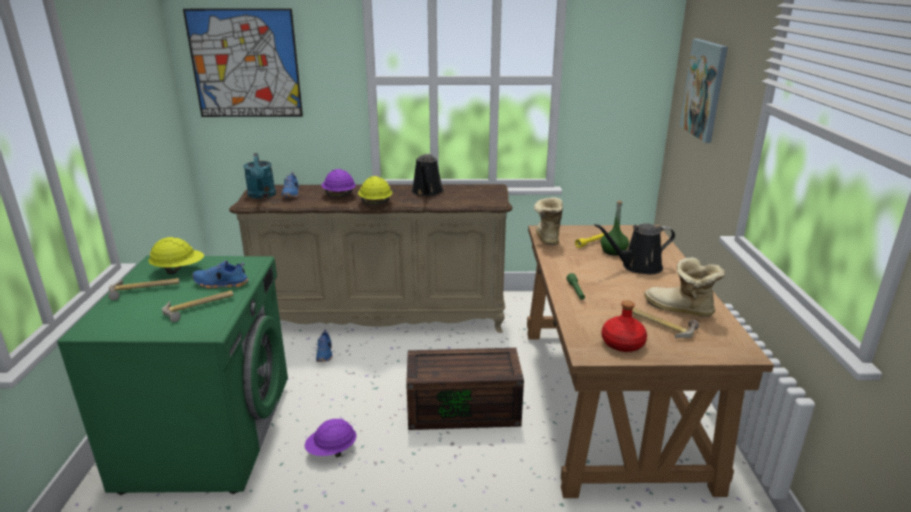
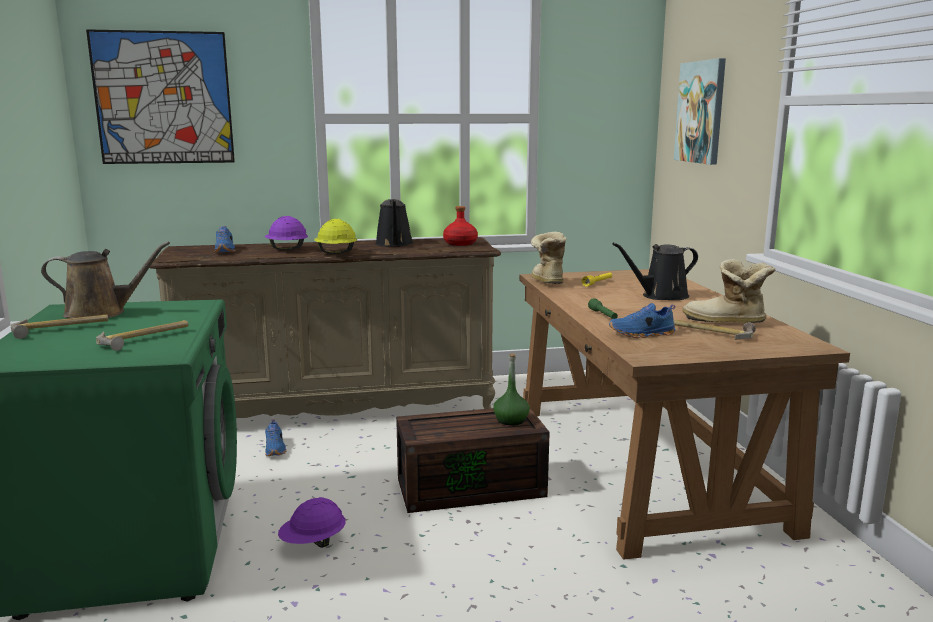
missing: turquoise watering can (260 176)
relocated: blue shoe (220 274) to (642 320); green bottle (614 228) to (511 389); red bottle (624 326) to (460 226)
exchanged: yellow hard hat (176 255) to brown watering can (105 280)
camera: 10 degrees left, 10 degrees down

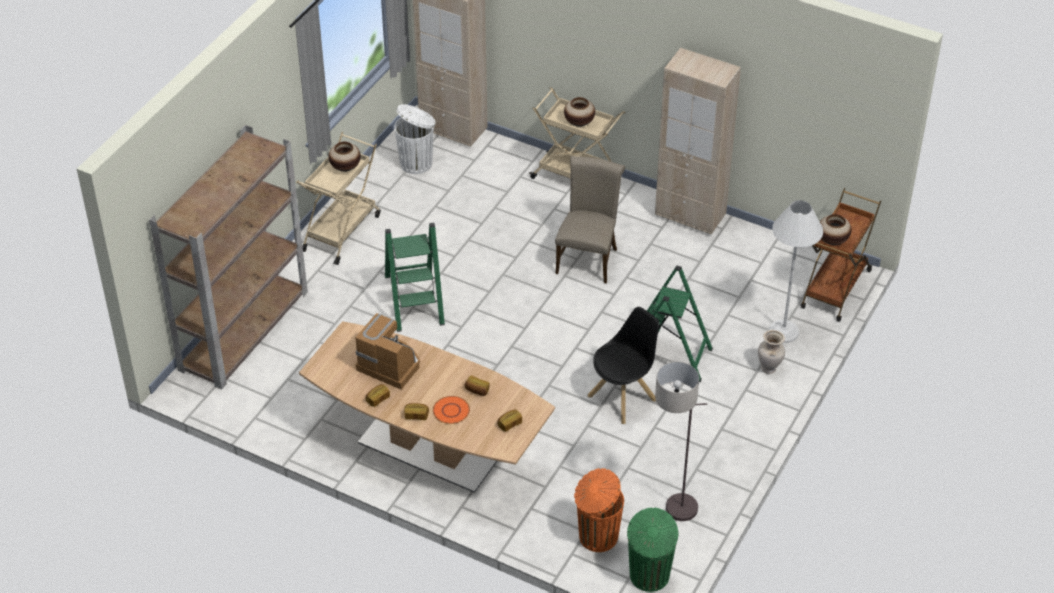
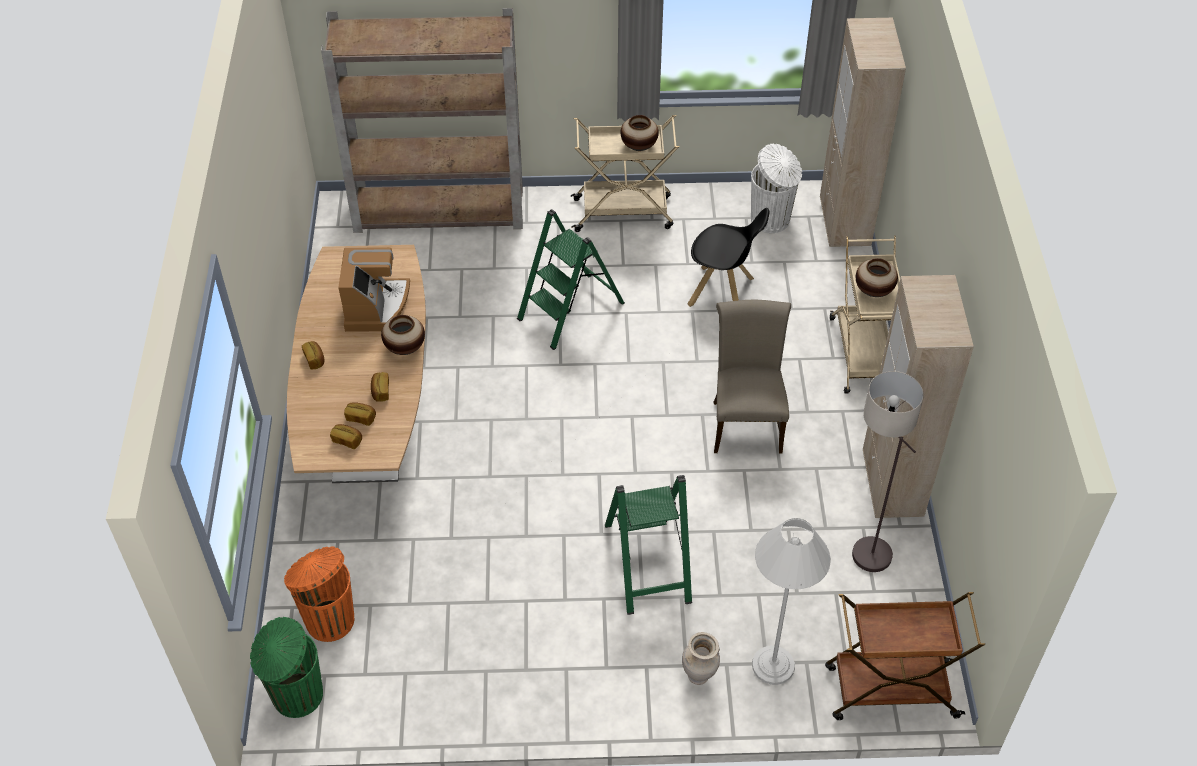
missing: orange plate (451 410)
relocated: bread (378 395) to (360 414); black chair (624 365) to (728 257); grey floor lamp (681 441) to (888 471); vase (836 229) to (403 335)
spun: beige chair (590 219) = (752 376) 75 degrees counterclockwise
camera: 60 degrees right, 5 degrees up

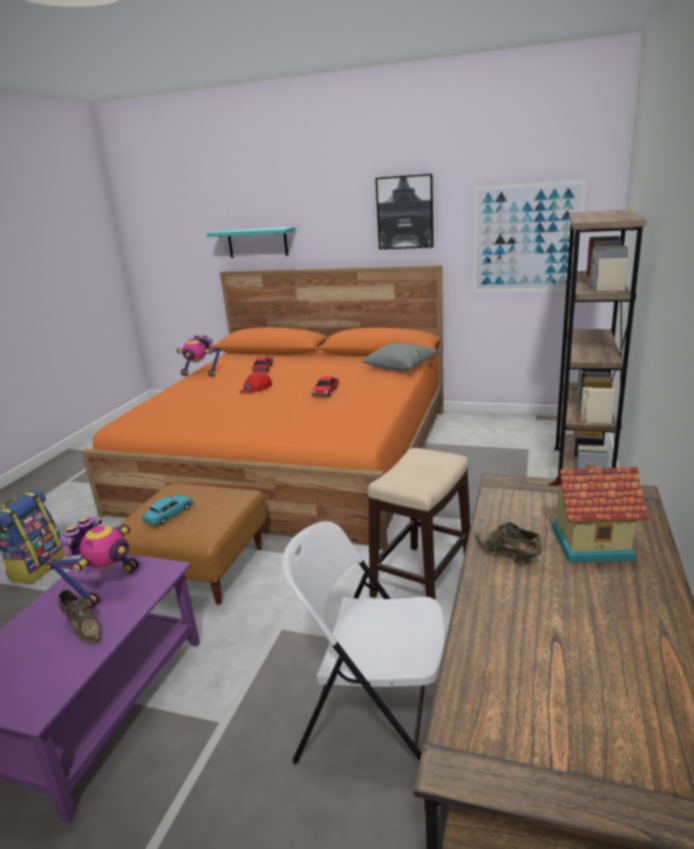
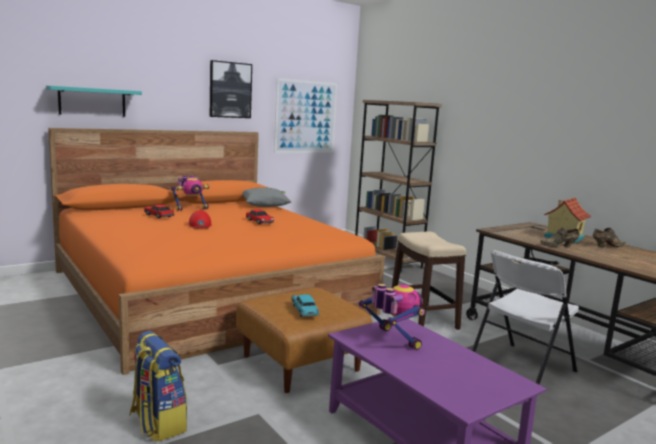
relocated: brown shoe (80 616) to (609 237); toy robot (199 356) to (190 193)
camera: 55 degrees left, 10 degrees down

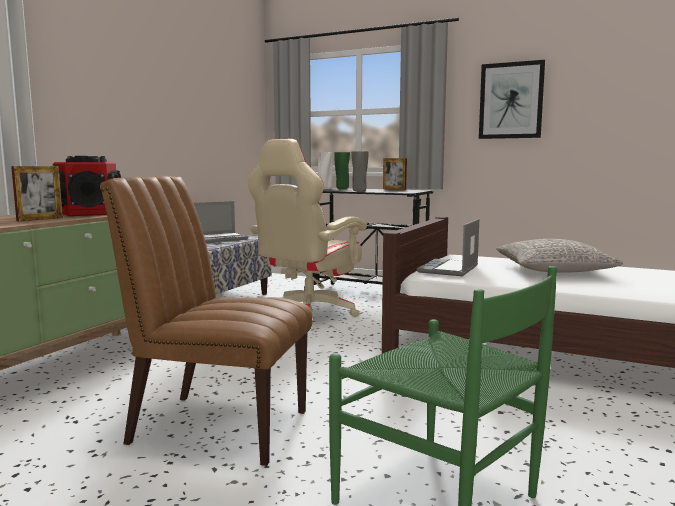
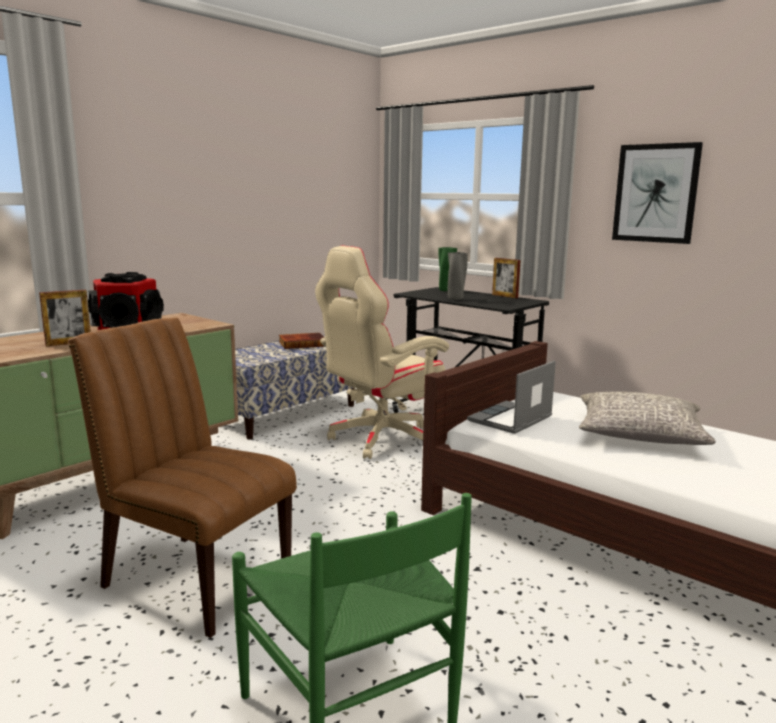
missing: white vase (325 170)
exchanged: laptop (221 222) to book (302 341)
camera: 15 degrees right, 5 degrees up

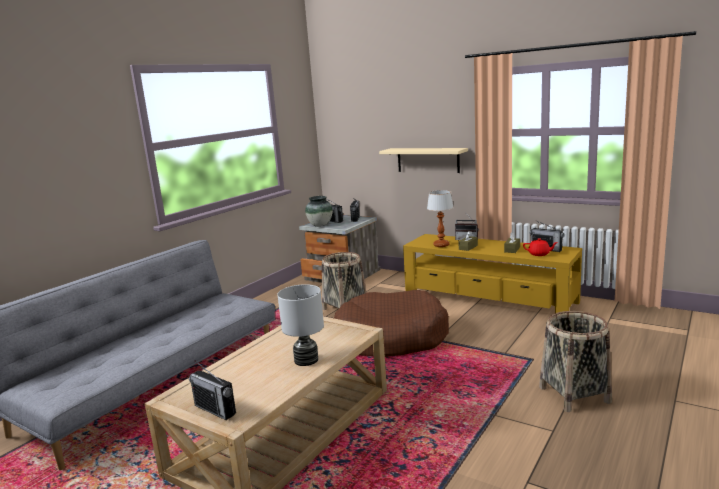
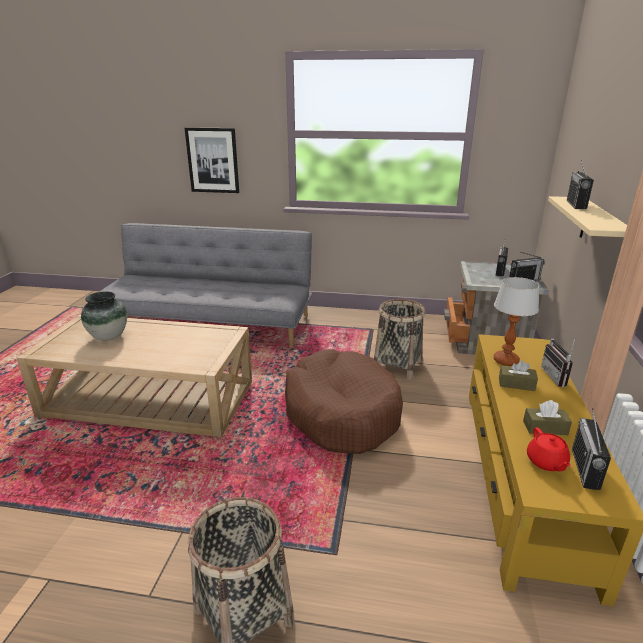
missing: grey table lamp (300 325)
appeared: picture (212 160)
relocated: radio (212 390) to (580 184); vase (319 211) to (104 316)
camera: 65 degrees right, 10 degrees up

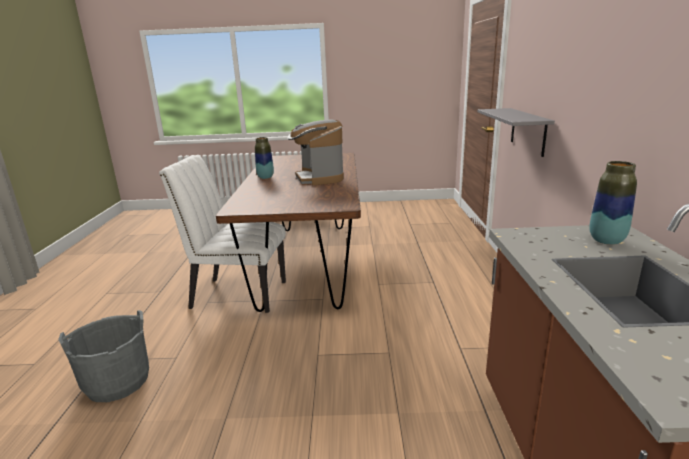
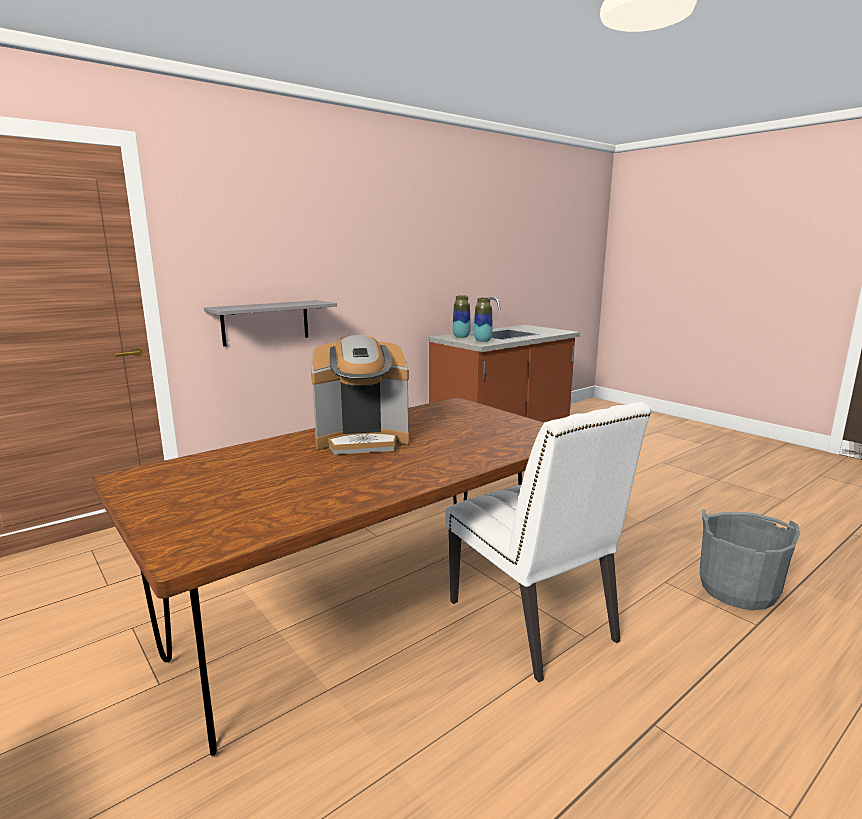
relocated: vase (264 158) to (483 320)
spun: coffee machine (315 152) = (360 395) 45 degrees clockwise
camera: 130 degrees left, 5 degrees down

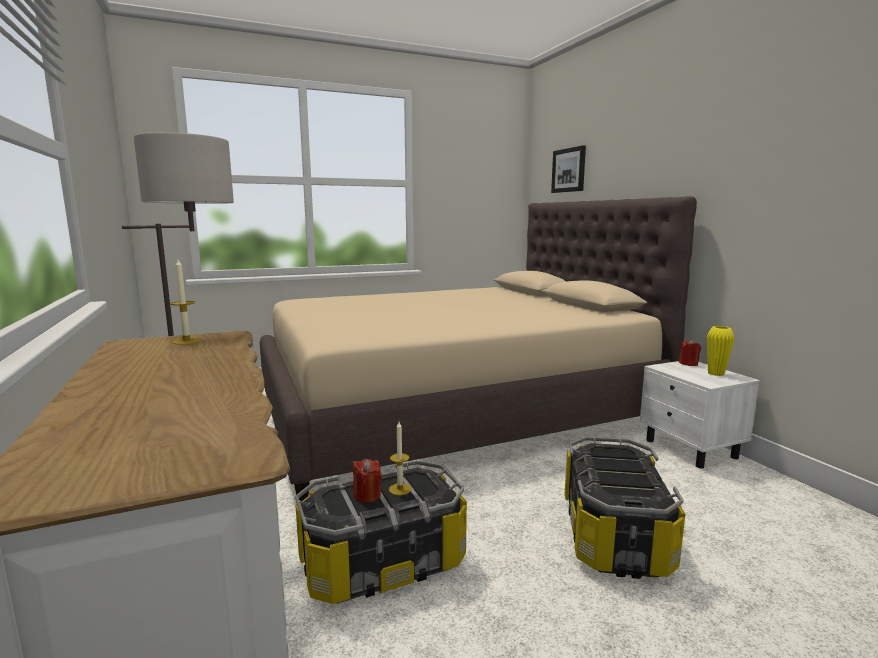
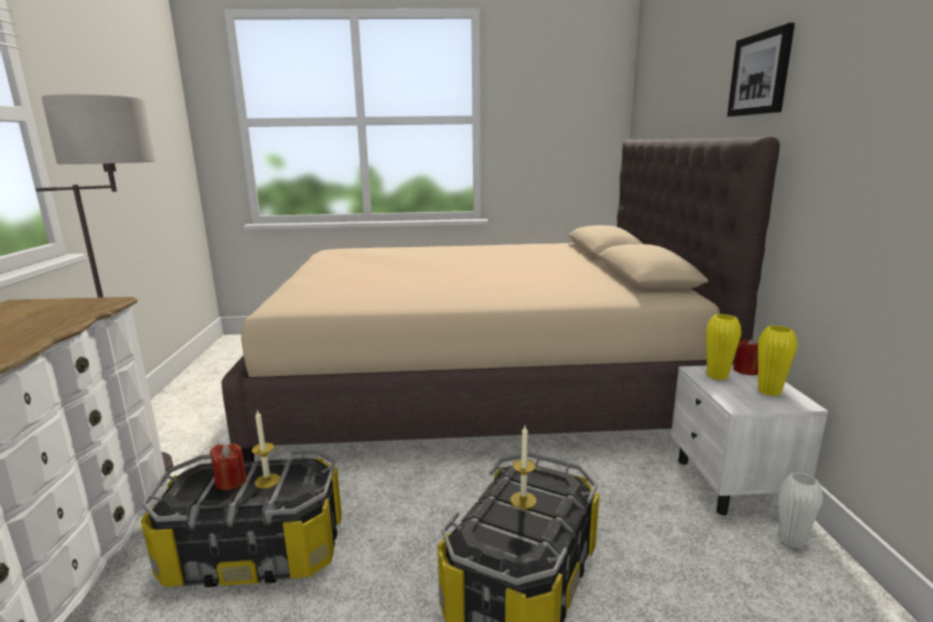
appeared: yellow vase (724 347); white vase (801 510)
relocated: candle (185 302) to (523 467); picture (568 169) to (761 70)
camera: 20 degrees right, 5 degrees up

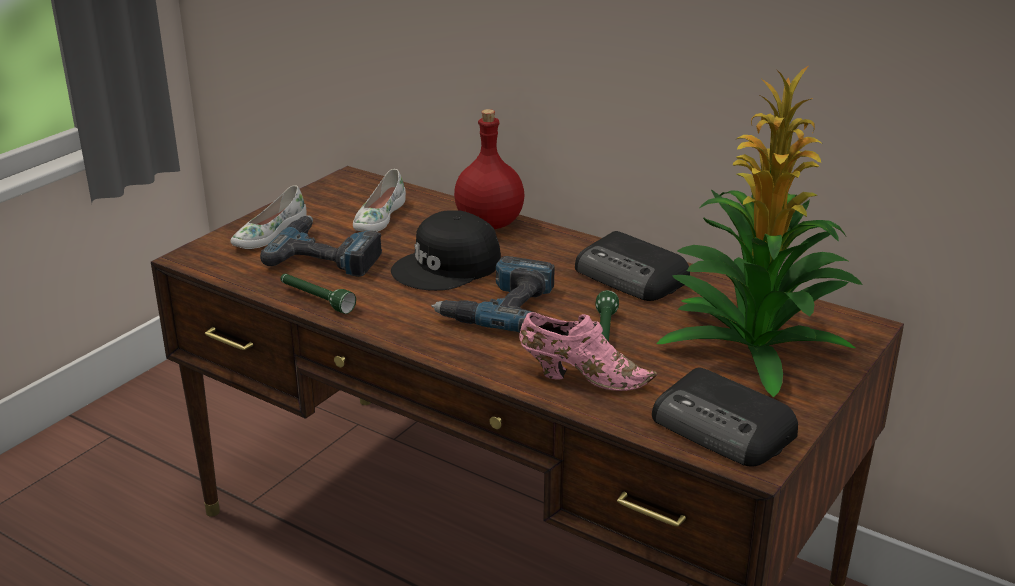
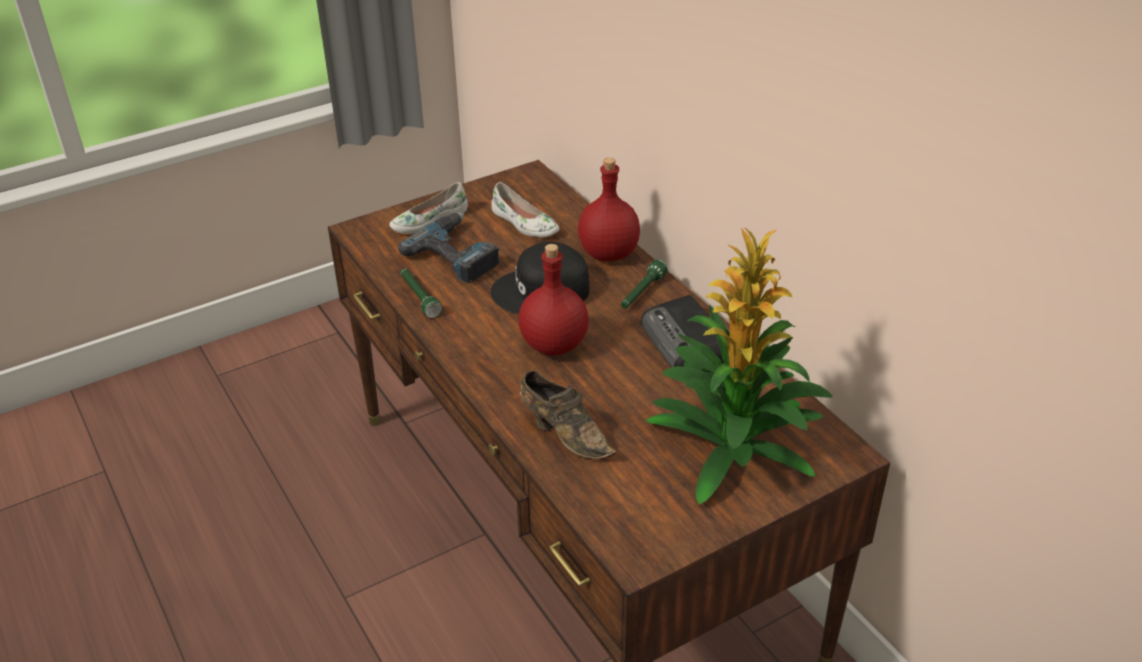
missing: radio (725 417)
relocated: green flashlight (607 316) to (644 284)
exchanged: power drill (493 294) to red bottle (553 300)
colour: pink shoe (588 351) to brown shoe (568 415)
spun: white shoe (379 200) = (525 209) 90 degrees counterclockwise
camera: 25 degrees right, 10 degrees up

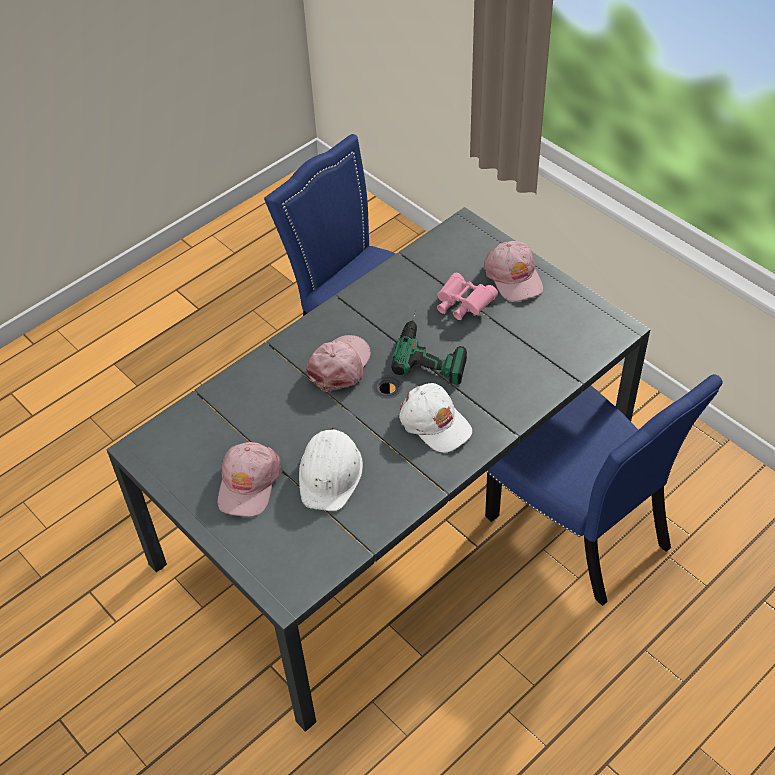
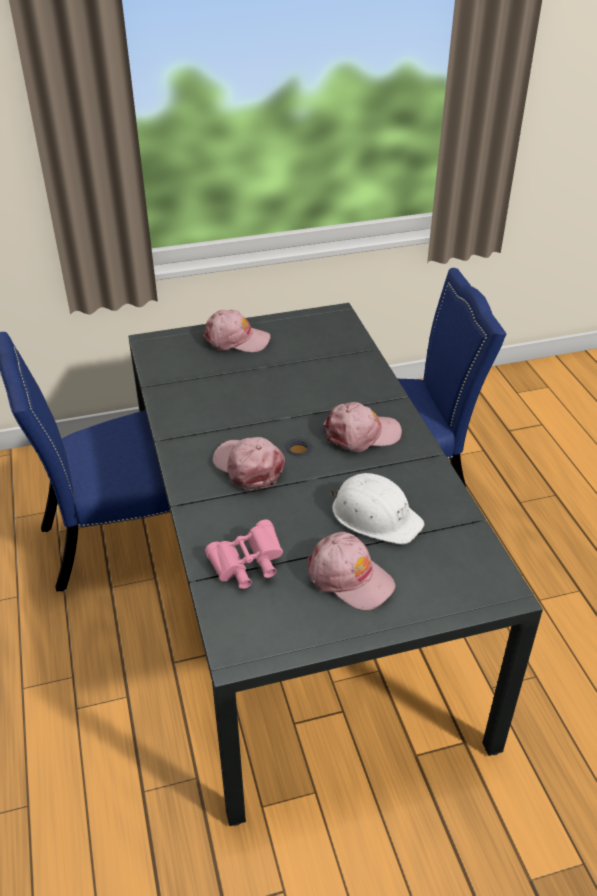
missing: power drill (429 348)
relocated: pink binoculars (467 296) to (244 554)
colour: white cap (435 418) to pink cap (362 427)
camera: 65 degrees left, 10 degrees down

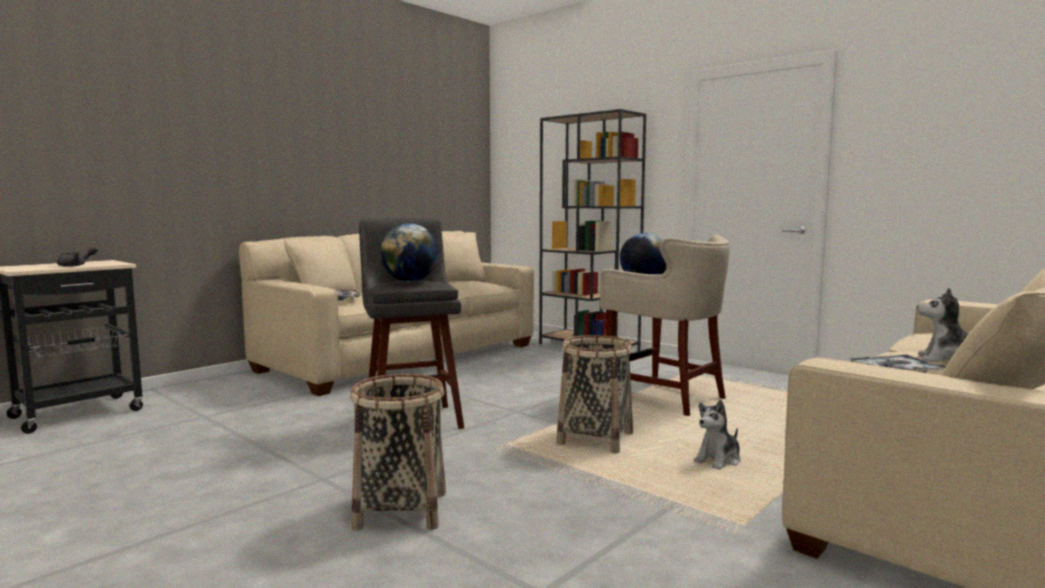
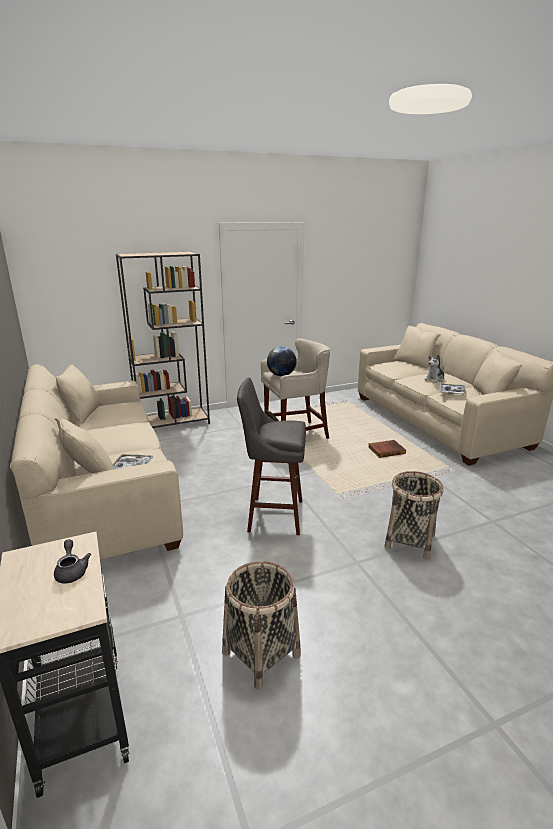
missing: globe (409 252)
relocated: basket (594 394) to (261 625)
exchanged: plush toy (717 435) to book (387 449)
camera: 65 degrees left, 15 degrees up

